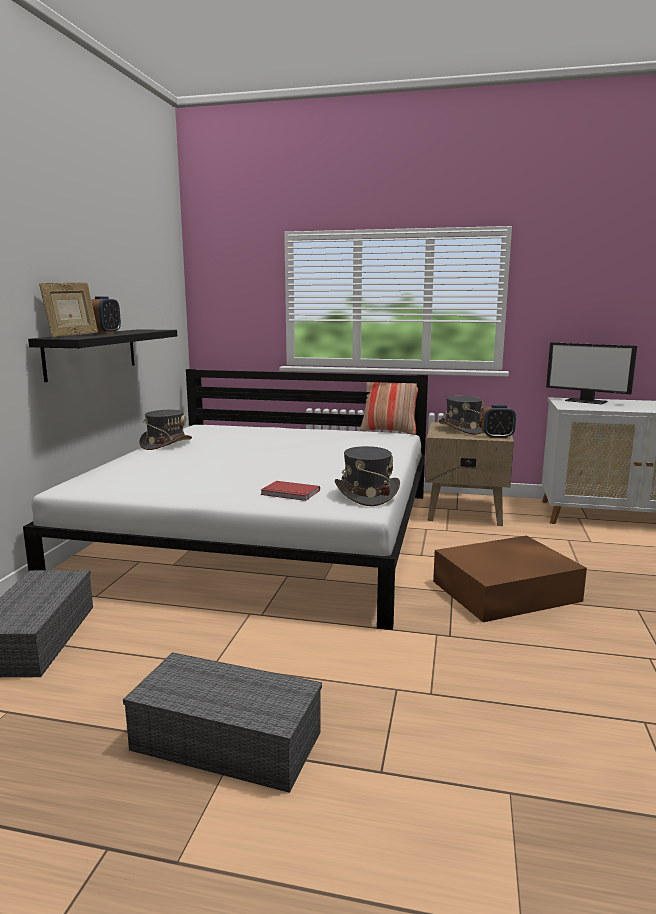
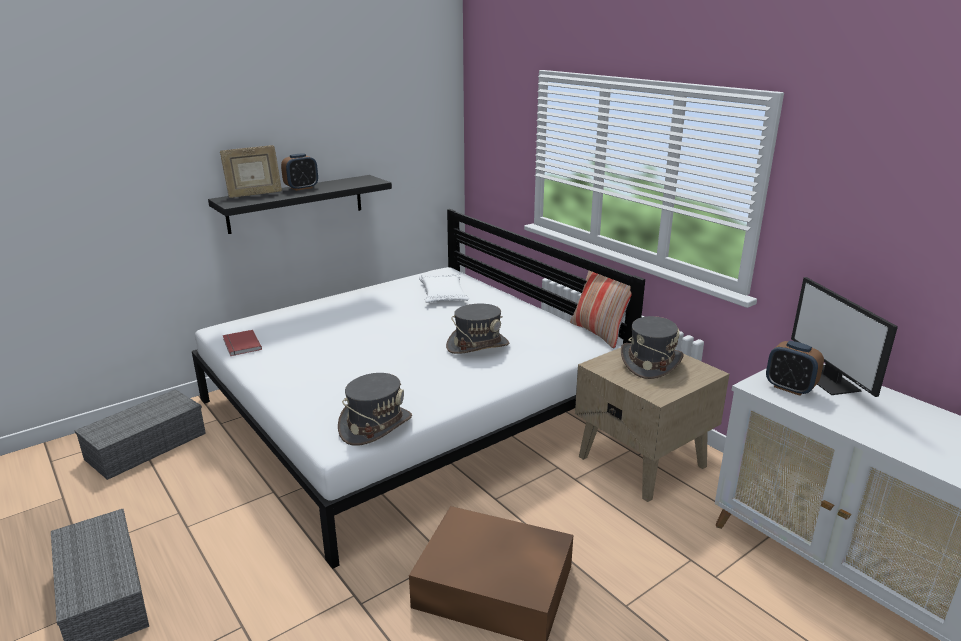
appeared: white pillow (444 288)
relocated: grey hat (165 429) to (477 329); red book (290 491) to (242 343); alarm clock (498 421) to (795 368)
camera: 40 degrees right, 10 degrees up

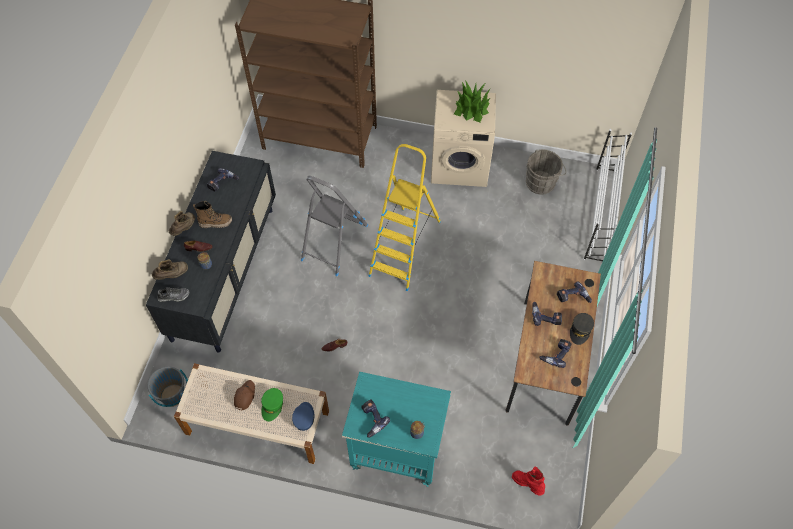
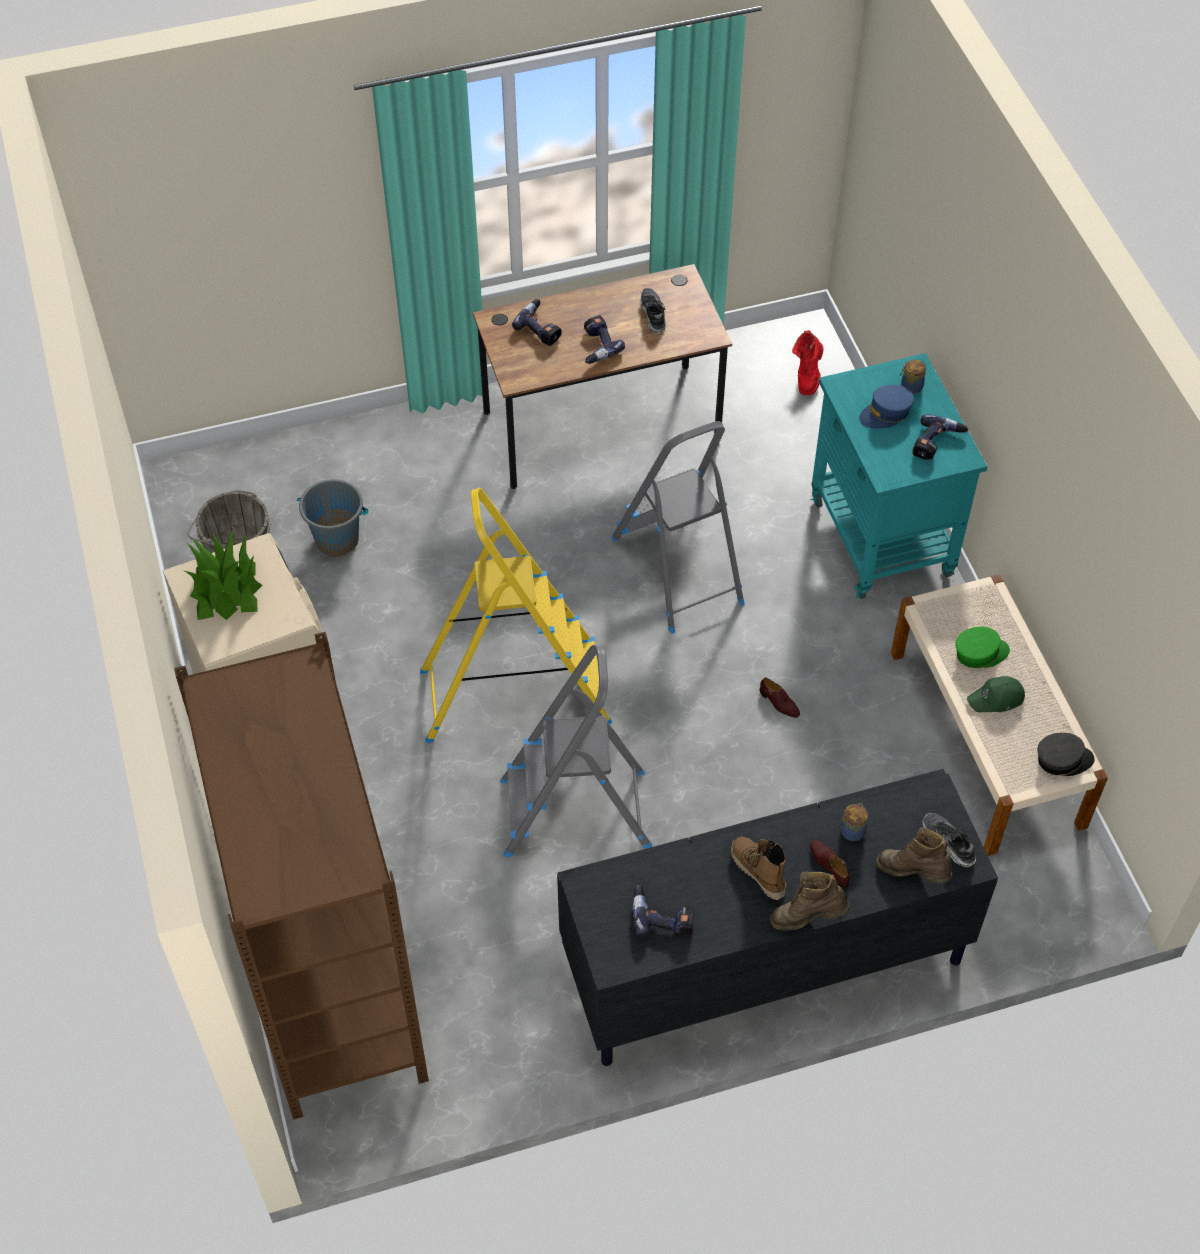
missing: white shoe rack (608 195)
appeared: grey step ladder (678 527)
relocated: grey bucket (168 386) to (333 517); blue cap (303 416) to (886 406); grey cap (582 329) to (1066 754)
exchanged: power drill (555 353) to shoe (653 311)
colour: brown cap (244 395) to green cap (996 694)
camera: 120 degrees left, 5 degrees down

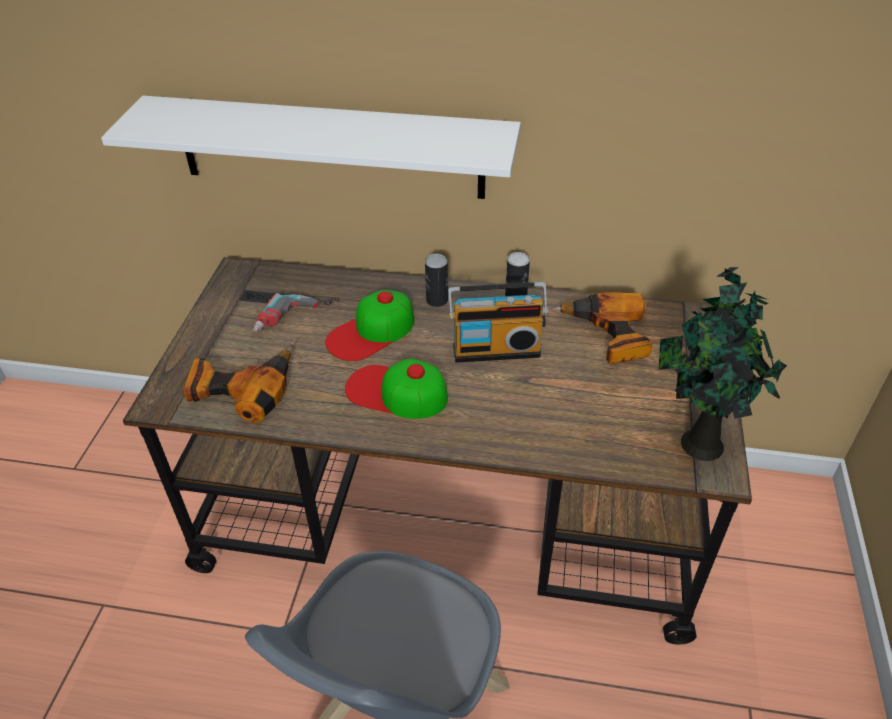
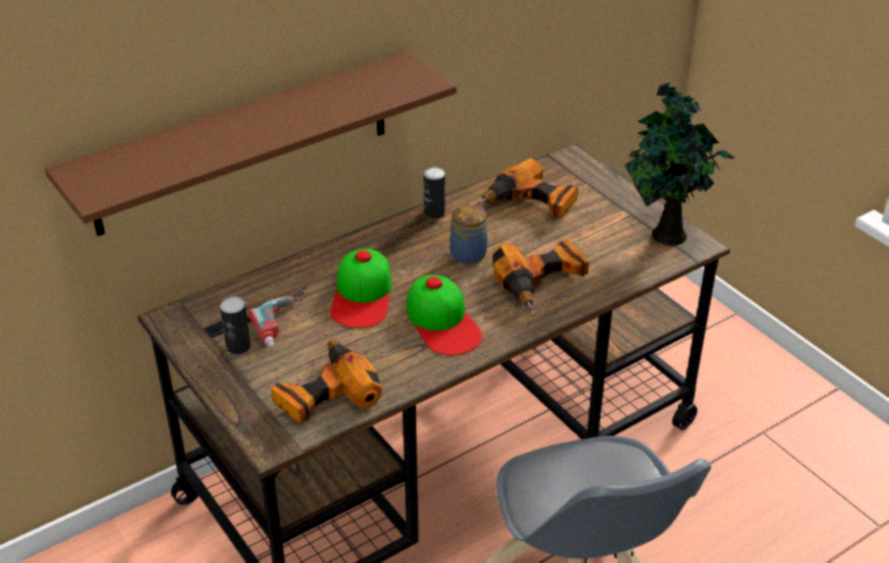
appeared: power drill (541 278)
relocated: can (436 280) to (235 325)
exchanged: radio (498 322) to jar (468 234)
colour: white shelf (311 147) to brown shelf (251 143)
spun: cap (396 388) = (445 315) 90 degrees counterclockwise
camera: 45 degrees left, 5 degrees down

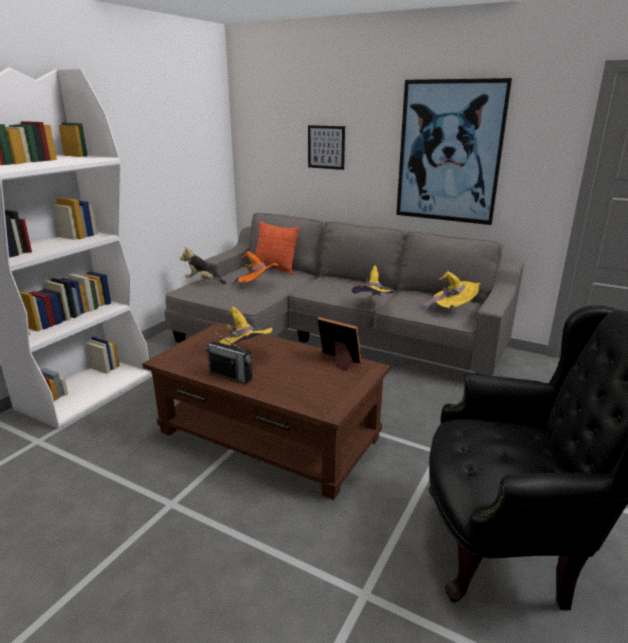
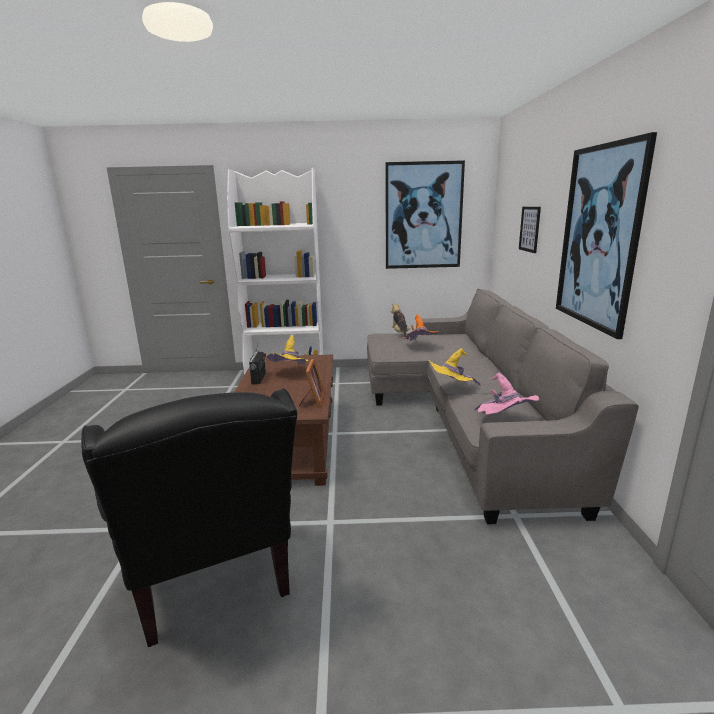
missing: orange pillow (276 248)
appeared: picture (425 214)
colour: yellow hat (451 290) to pink hat (506 393)
camera: 60 degrees right, 5 degrees down

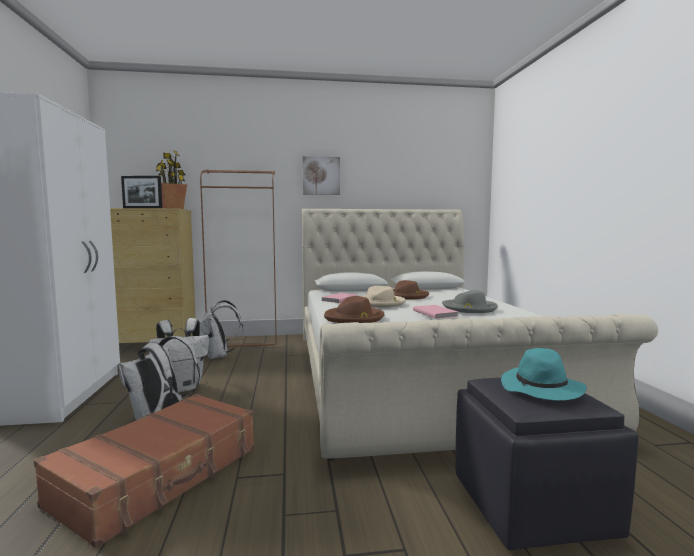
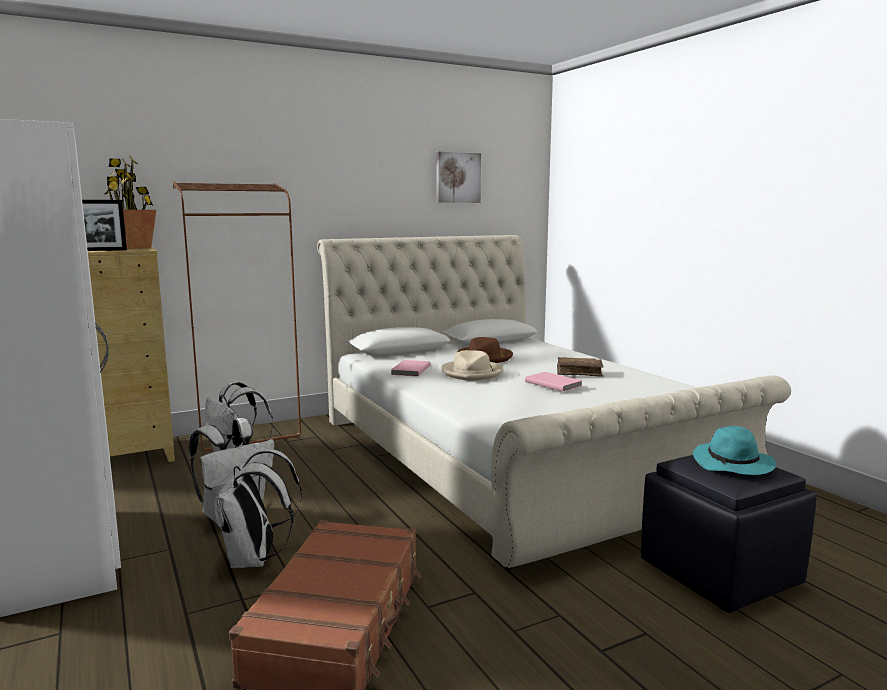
missing: brown hat (354 309)
relocated: picture (321 175) to (458 177)
exchanged: grey hat (470 301) to brown book (580 367)
camera: 20 degrees left, 5 degrees up

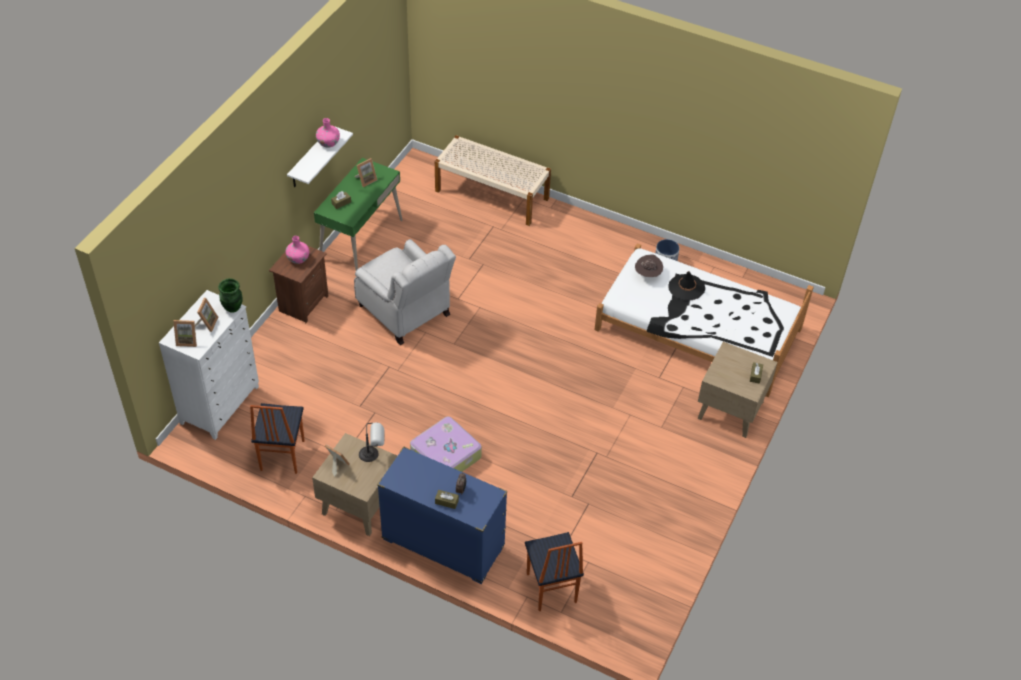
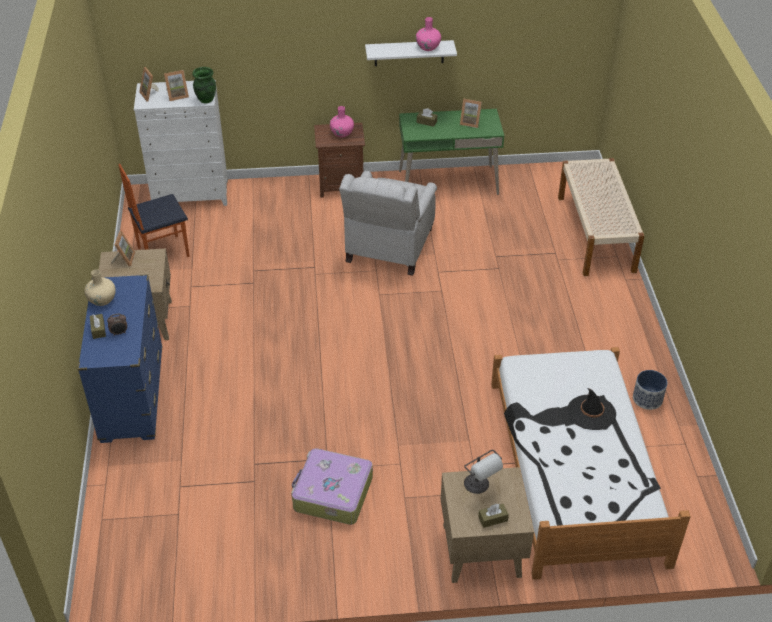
missing: chair (554 571); brown hat (649 266)
appeared: beige vase (100 287)
relocated: table lamp (371 442) to (483 472); suitcase (446 444) to (332 486)
camera: 60 degrees right, 5 degrees down

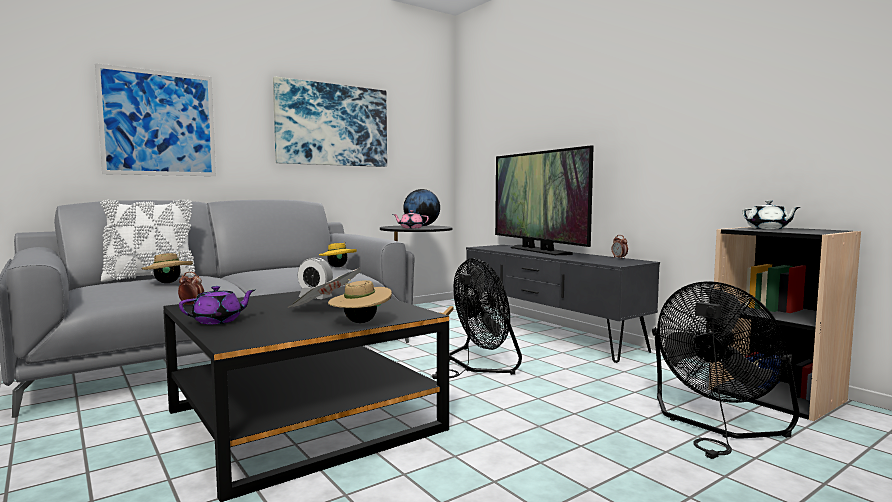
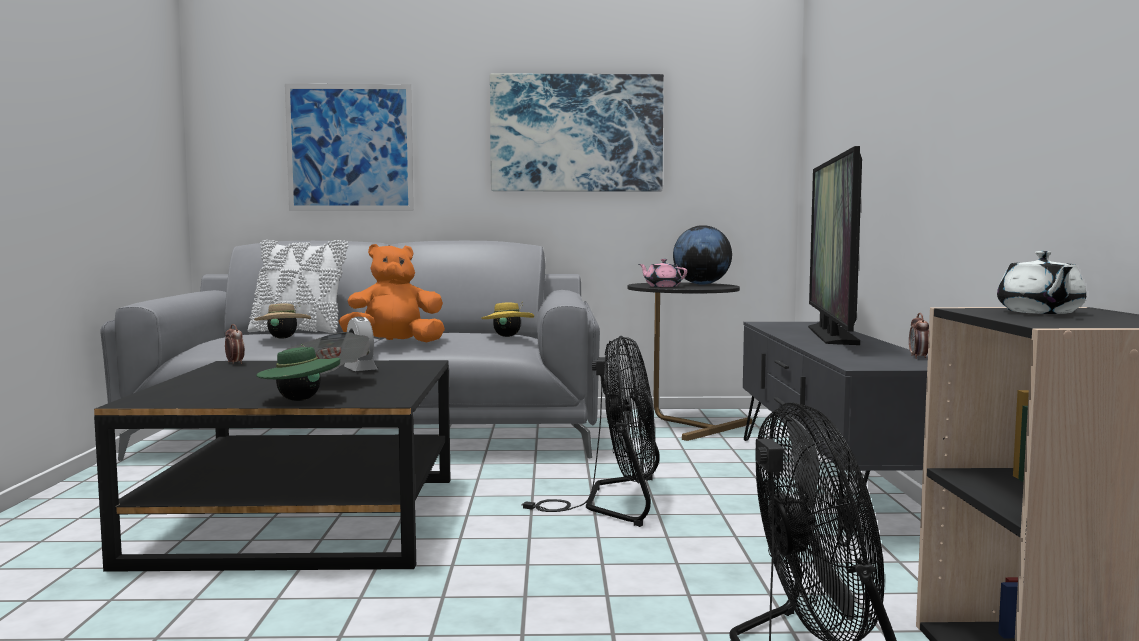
missing: purple teapot (217 305)
appeared: orange plush toy (392 293)
colour: beige hat (360 301) to green hat (298 372)
camera: 35 degrees right, 0 degrees up

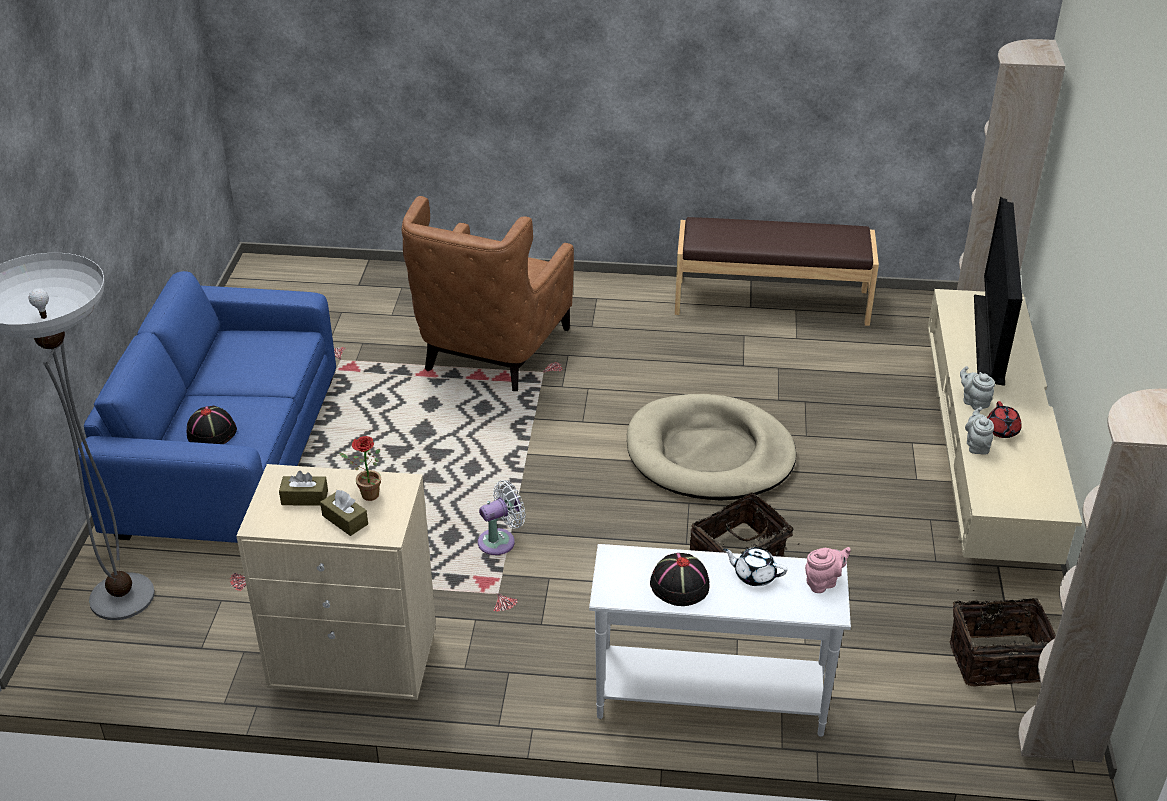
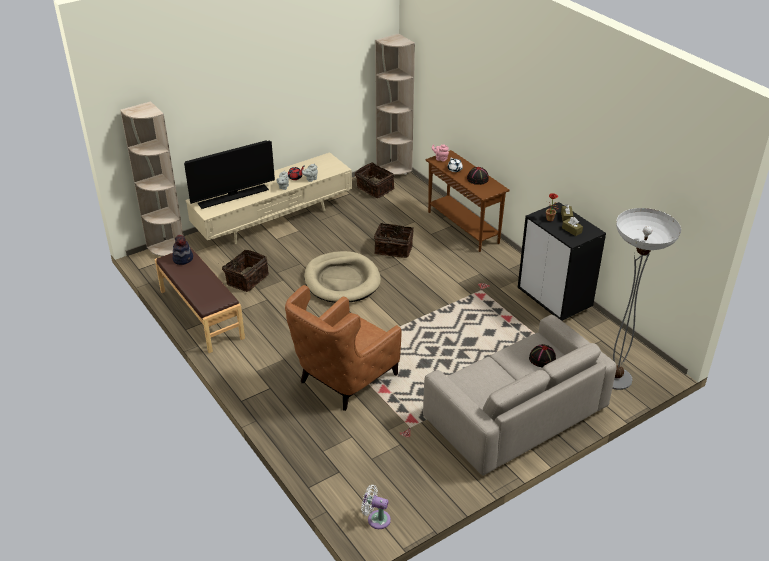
appeared: hat (183 250); basket (243 271)
relocated: white fan (502 517) to (376 507)
colour: blue sofa (207 407) to beige sofa (520 395); beige cabinet (336 582) to black cabinet (562 261); white console table (720 640) to brown console table (468 201)
spun: brown armchair (488 293) = (343 348) 150 degrees clockwise
camera: 130 degrees left, 0 degrees up

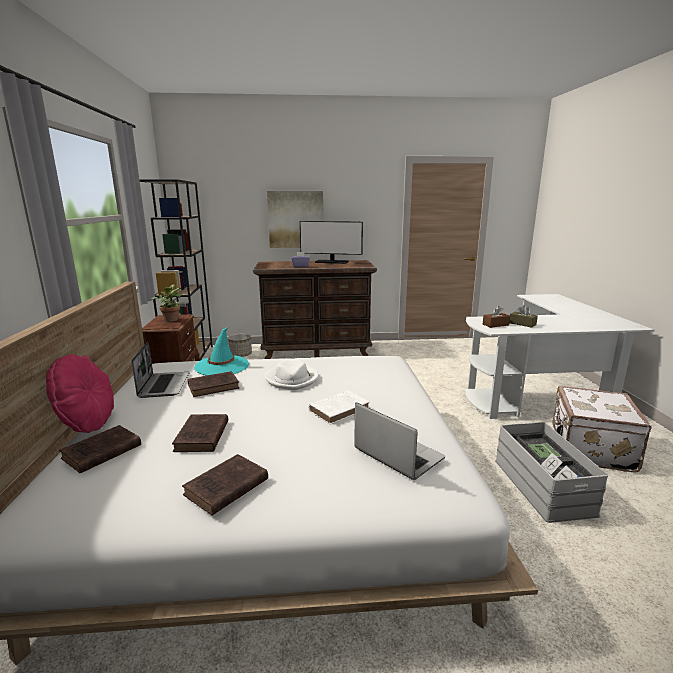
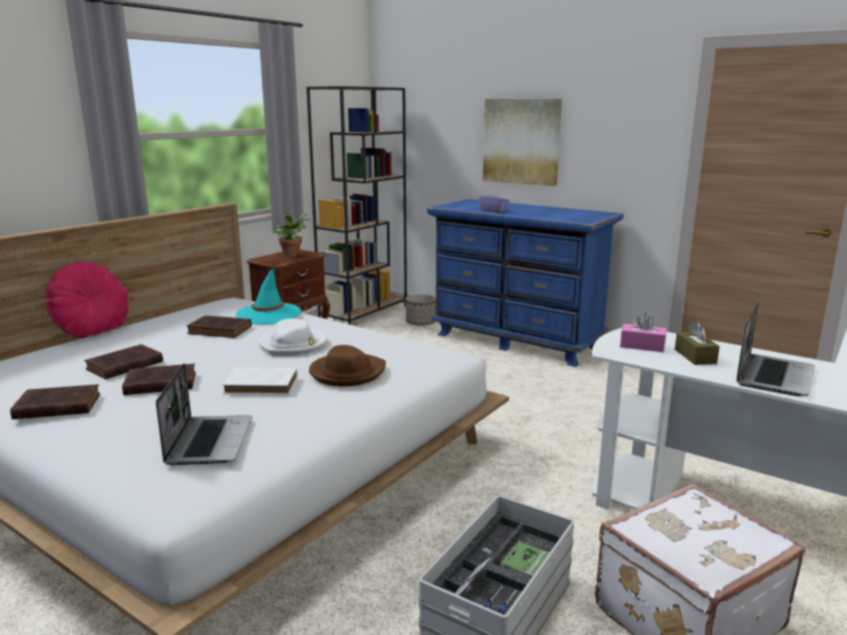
missing: monitor (331 242)
appeared: brown hat (347 365)
relocated: brown book (100 449) to (159 379); laptop (160 370) to (775 349)
colour: brown dresser (315 309) to blue dresser (525 283); brown tissue box (496 317) to pink tissue box (643 332)
camera: 40 degrees right, 0 degrees up

